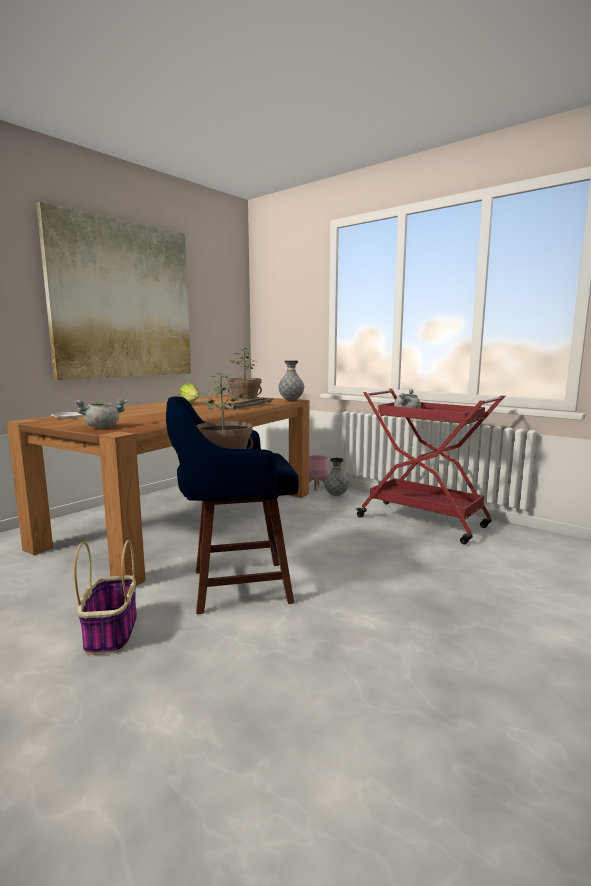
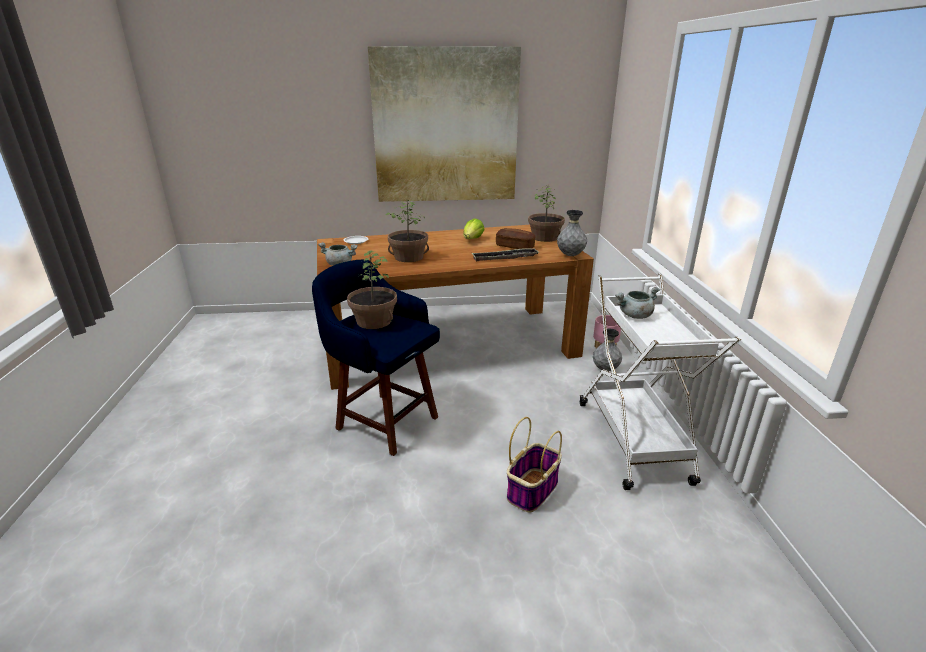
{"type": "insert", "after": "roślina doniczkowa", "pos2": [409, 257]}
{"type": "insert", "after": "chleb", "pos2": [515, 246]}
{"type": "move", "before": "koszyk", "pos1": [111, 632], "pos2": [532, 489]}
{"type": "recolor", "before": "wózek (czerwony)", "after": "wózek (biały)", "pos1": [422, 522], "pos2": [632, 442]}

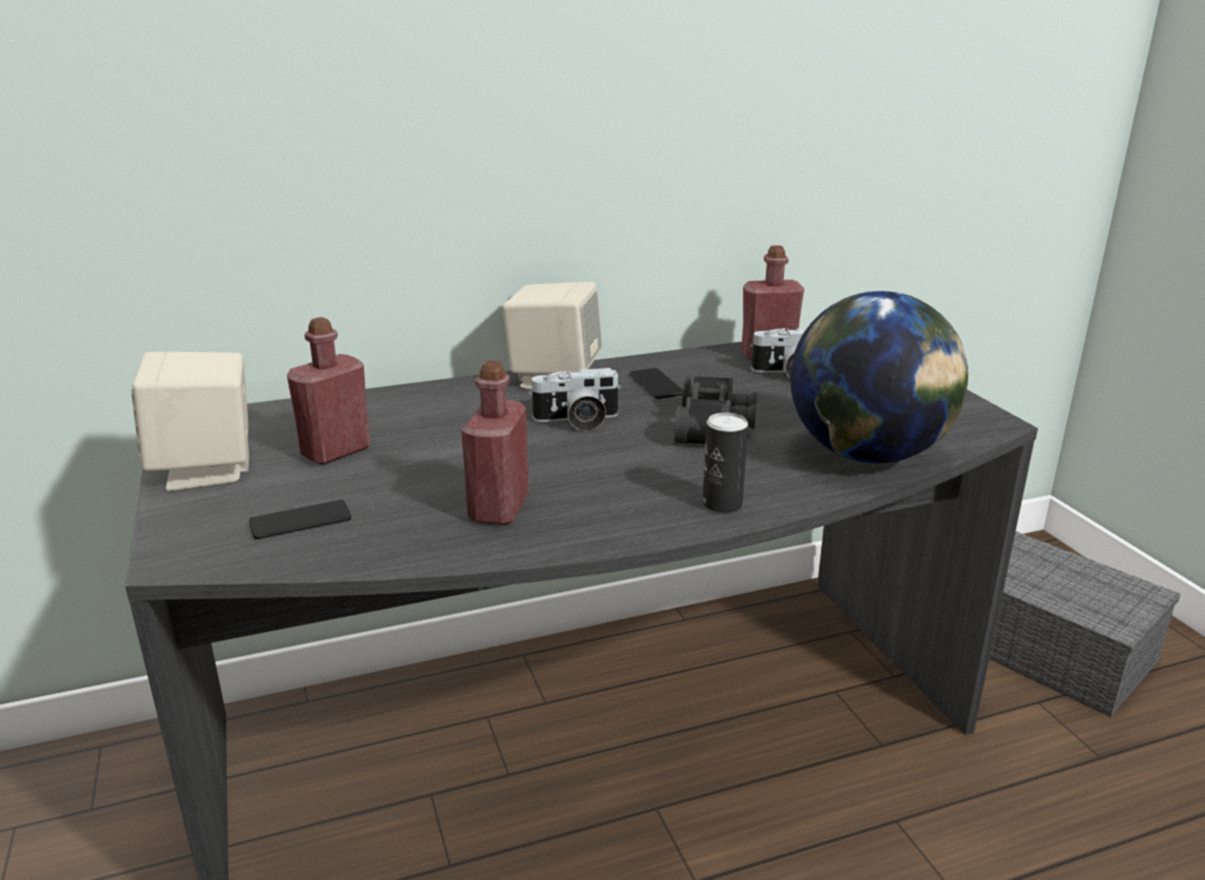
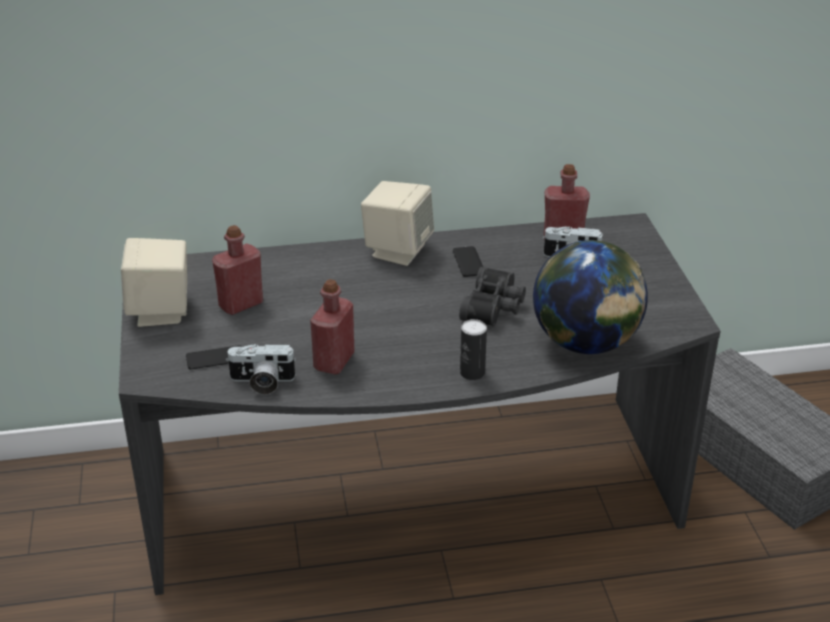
{"type": "move", "before": "aparat fotograficzny", "pos1": [577, 421], "pos2": [261, 382]}

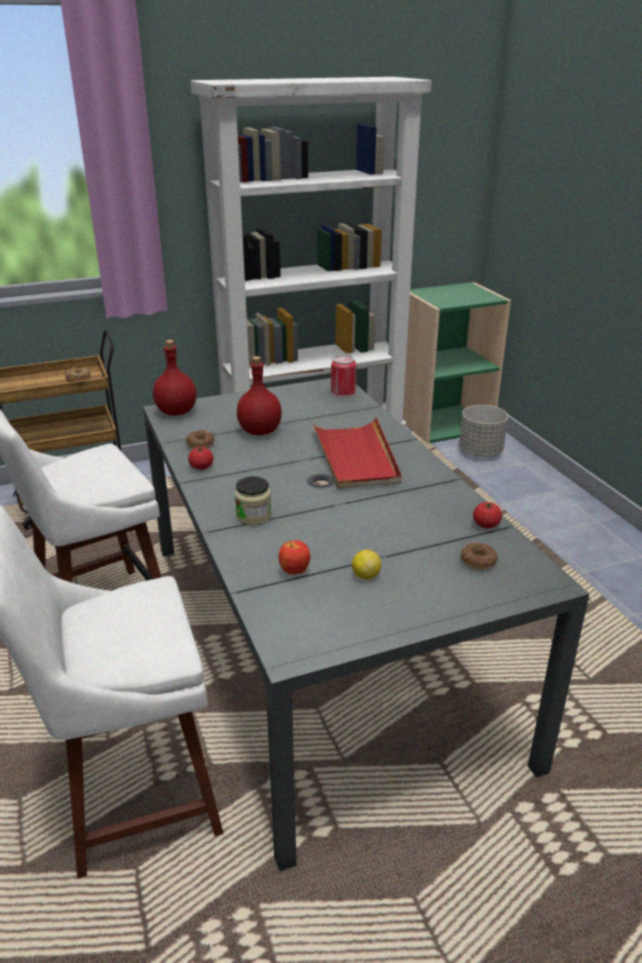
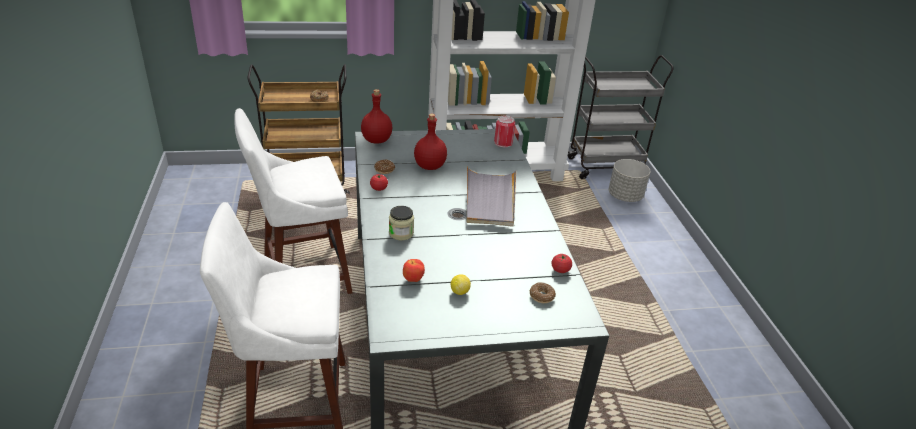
{"type": "replace", "before": "regał (zielony)", "after": "wózek (szary)", "pos1": [445, 423], "pos2": [605, 167]}
{"type": "recolor", "before": "taca (czerwony)", "after": "taca (szary)", "pos1": [356, 457], "pos2": [490, 199]}

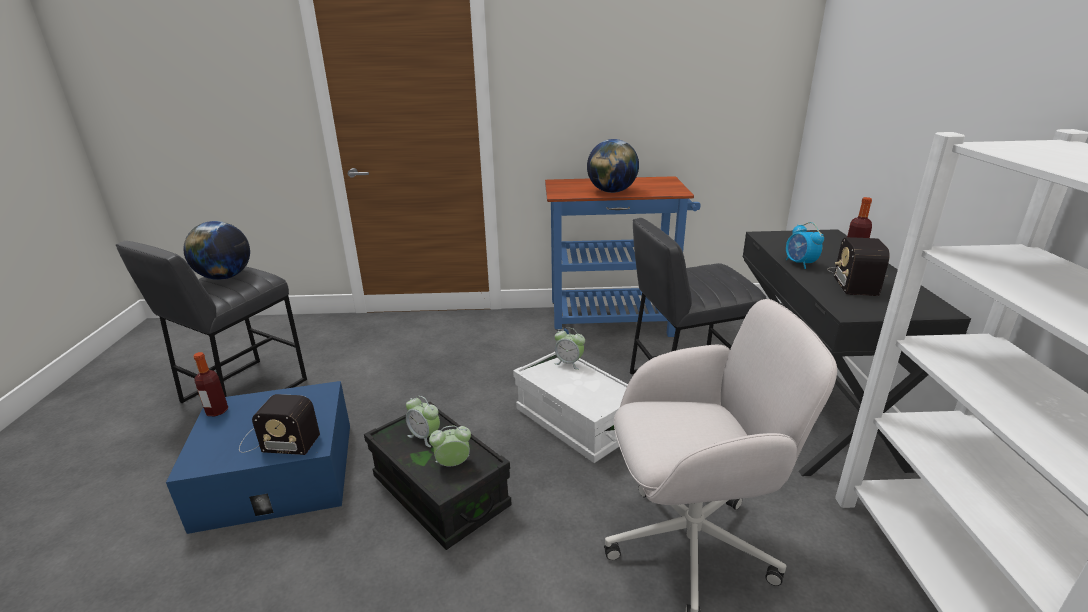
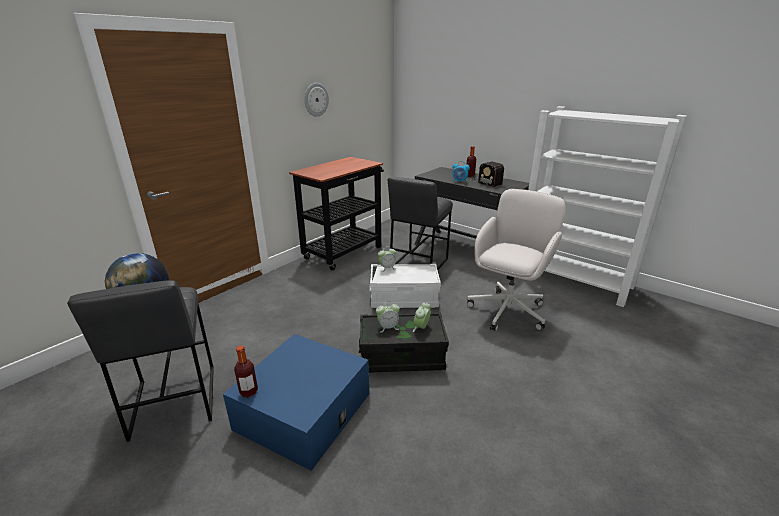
{"type": "delete", "before": "radio", "pos1": [277, 439]}
{"type": "delete", "before": "globus", "pos1": [611, 191]}
{"type": "insert", "after": "zegar ścienny", "pos2": [316, 99]}
{"type": "recolor", "before": "wózek (niebieski)", "after": "wózek (czarny)", "pos1": [613, 322], "pos2": [344, 252]}

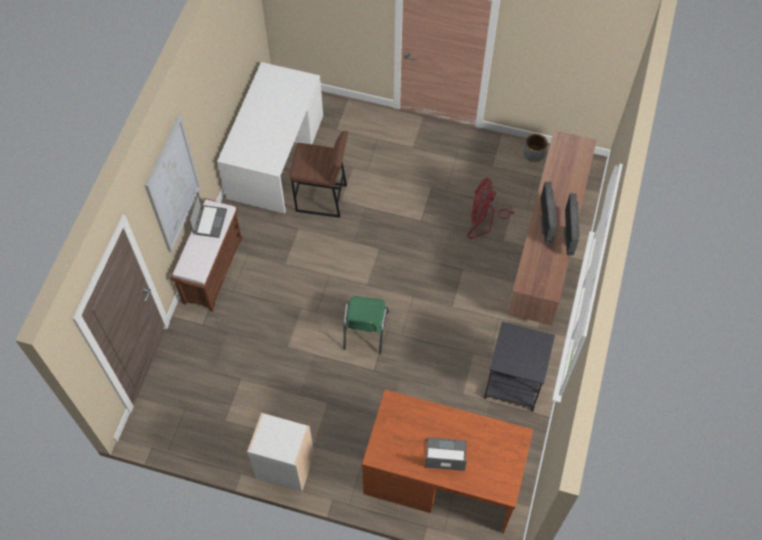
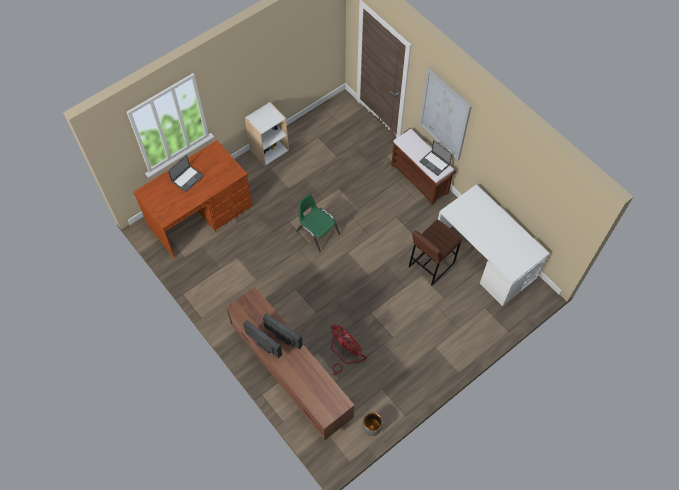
{"type": "delete", "before": "wózek (czarny)", "pos1": [513, 383]}

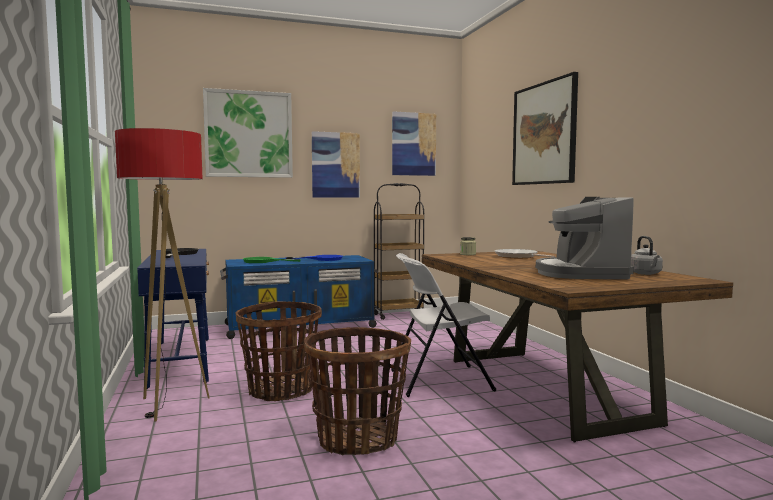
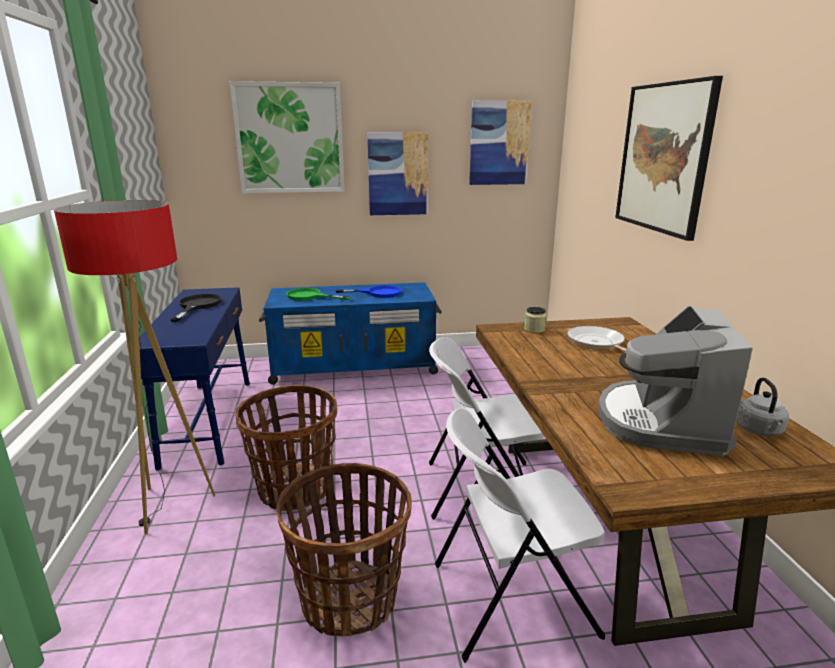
{"type": "delete", "before": "wózek (brązowy)", "pos1": [399, 315]}
{"type": "insert", "after": "krzesło (biały)", "pos2": [512, 598]}

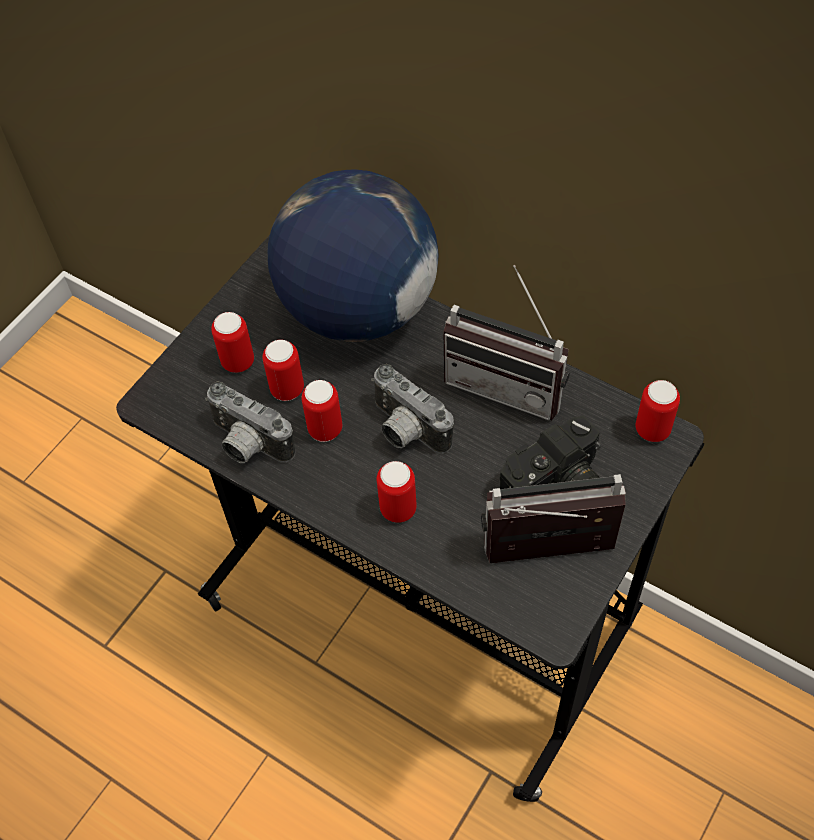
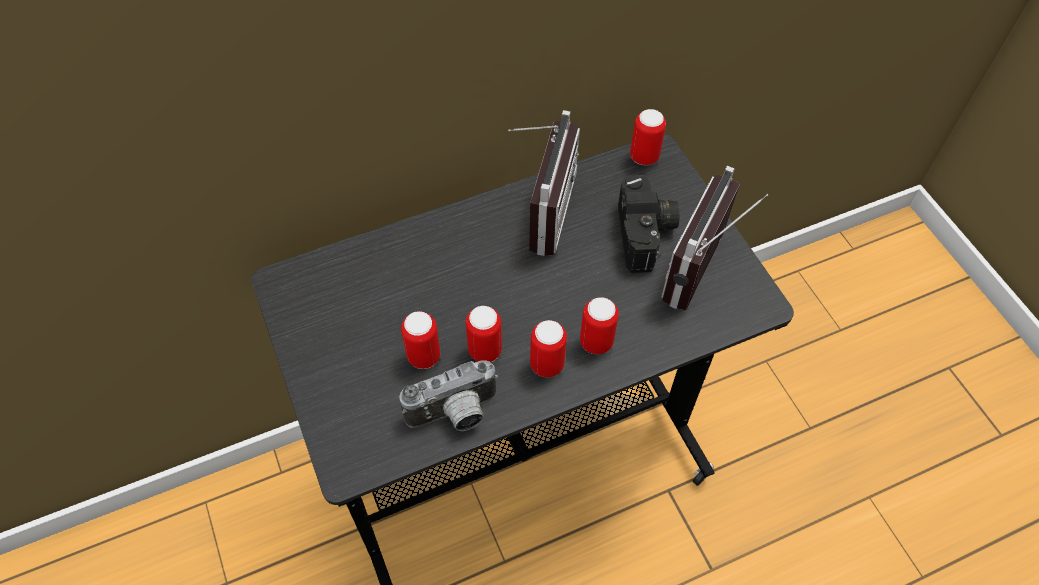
{"type": "delete", "before": "globus", "pos1": [358, 309]}
{"type": "delete", "before": "aparat fotograficzny", "pos1": [405, 431]}
{"type": "move", "before": "puszka", "pos1": [238, 362], "pos2": [547, 364]}
{"type": "rotate", "before": "radio", "pos1": [509, 382], "pos2": [539, 210], "turn": -45}

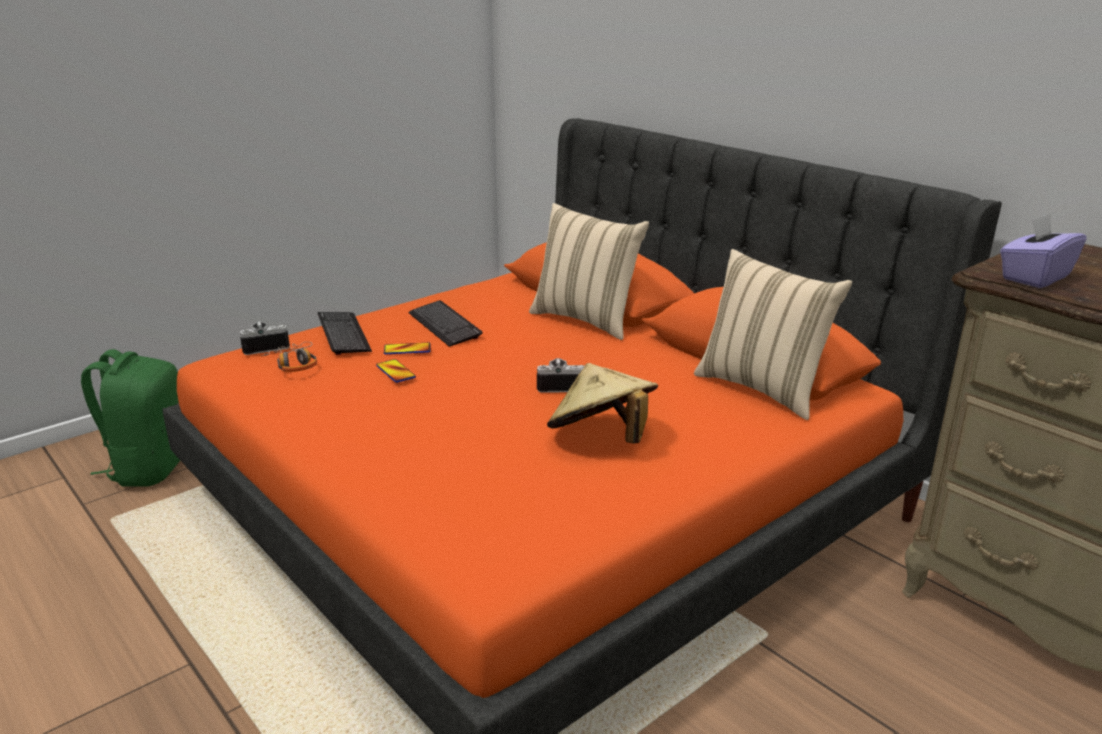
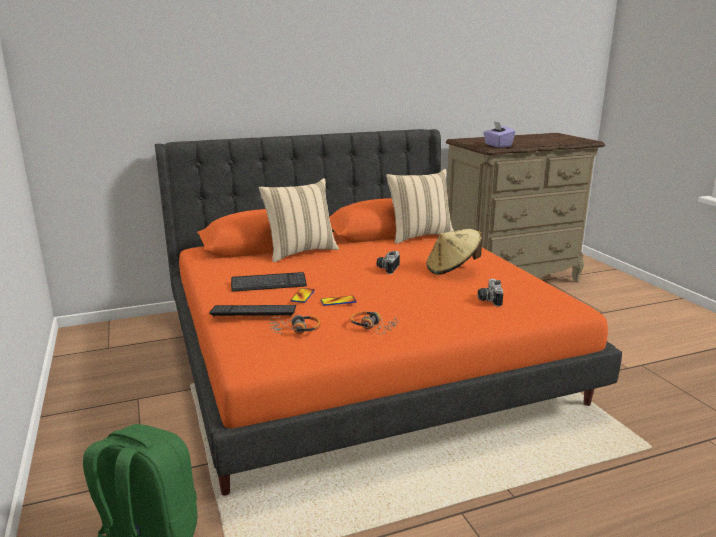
{"type": "insert", "after": "słuchawki", "pos2": [373, 327]}
{"type": "move", "before": "aparat fotograficzny", "pos1": [265, 346], "pos2": [488, 300]}

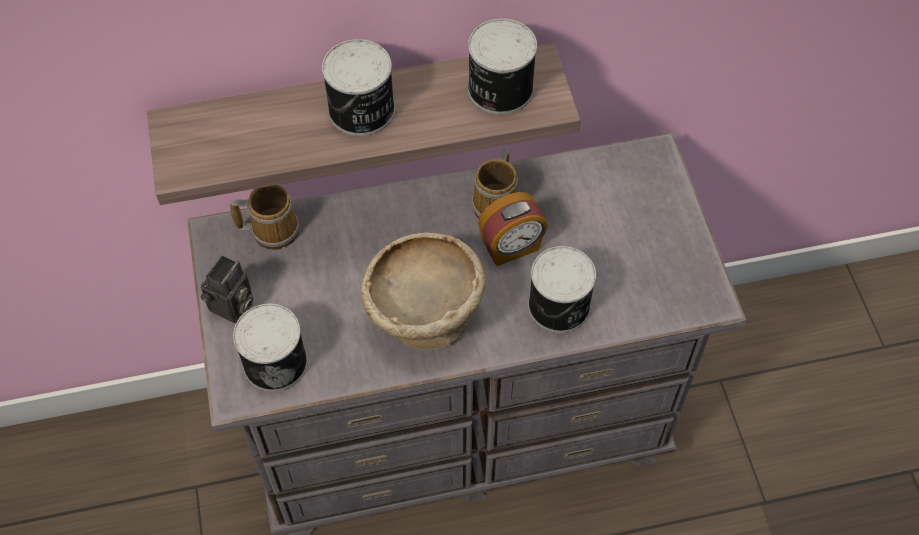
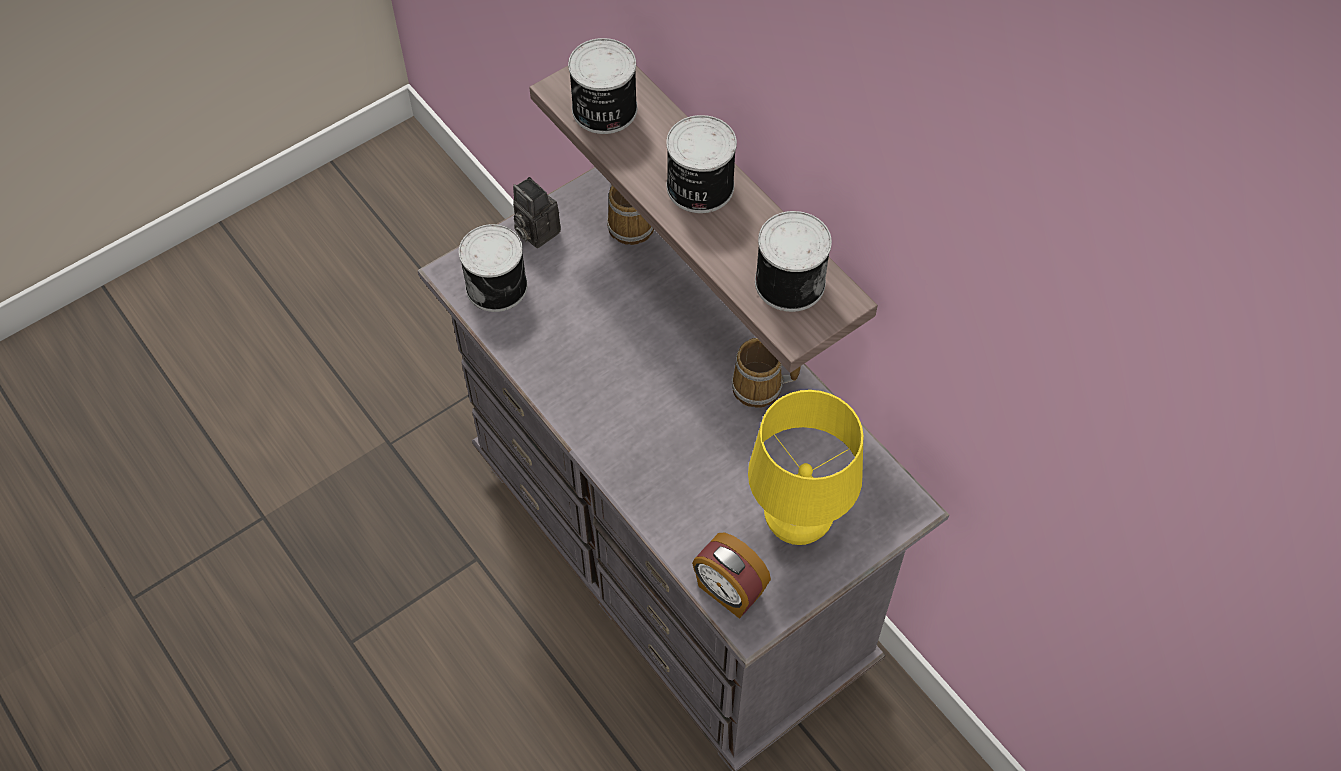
{"type": "delete", "before": "miska (beżowy)", "pos1": [423, 318]}
{"type": "insert", "after": "lampa stołowa (żółty)", "pos2": [797, 523]}
{"type": "move", "before": "budzik", "pos1": [511, 247], "pos2": [729, 591]}
{"type": "move", "before": "puszka", "pos1": [560, 306], "pos2": [603, 110]}
{"type": "rotate", "before": "aparat fotograficzny", "pos1": [232, 307], "pos2": [535, 231], "turn": 45}

